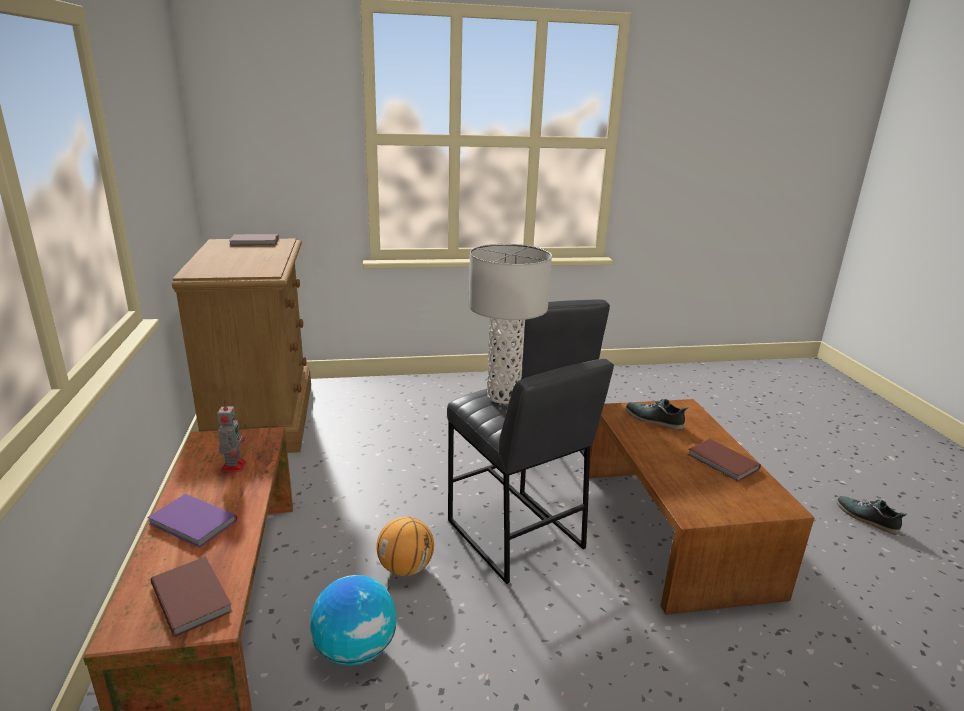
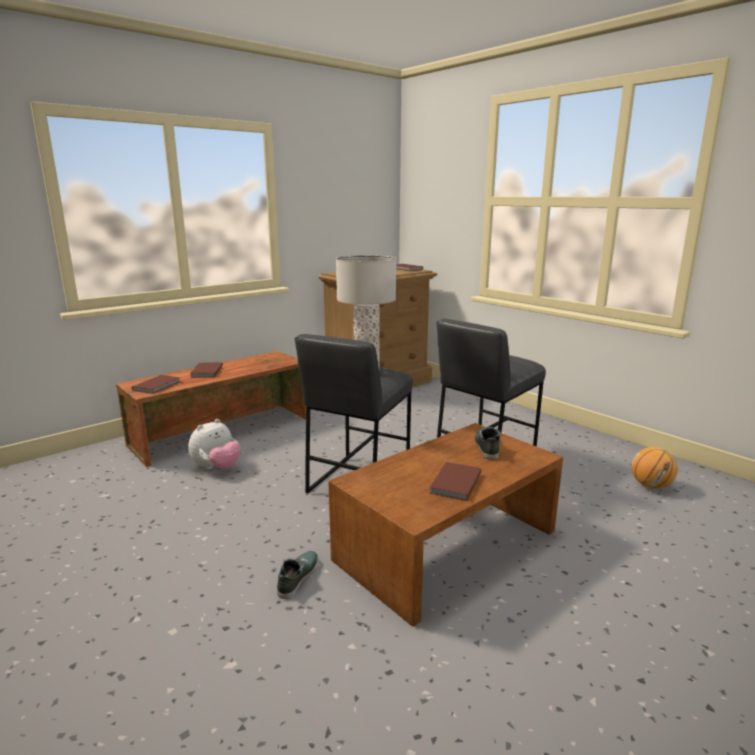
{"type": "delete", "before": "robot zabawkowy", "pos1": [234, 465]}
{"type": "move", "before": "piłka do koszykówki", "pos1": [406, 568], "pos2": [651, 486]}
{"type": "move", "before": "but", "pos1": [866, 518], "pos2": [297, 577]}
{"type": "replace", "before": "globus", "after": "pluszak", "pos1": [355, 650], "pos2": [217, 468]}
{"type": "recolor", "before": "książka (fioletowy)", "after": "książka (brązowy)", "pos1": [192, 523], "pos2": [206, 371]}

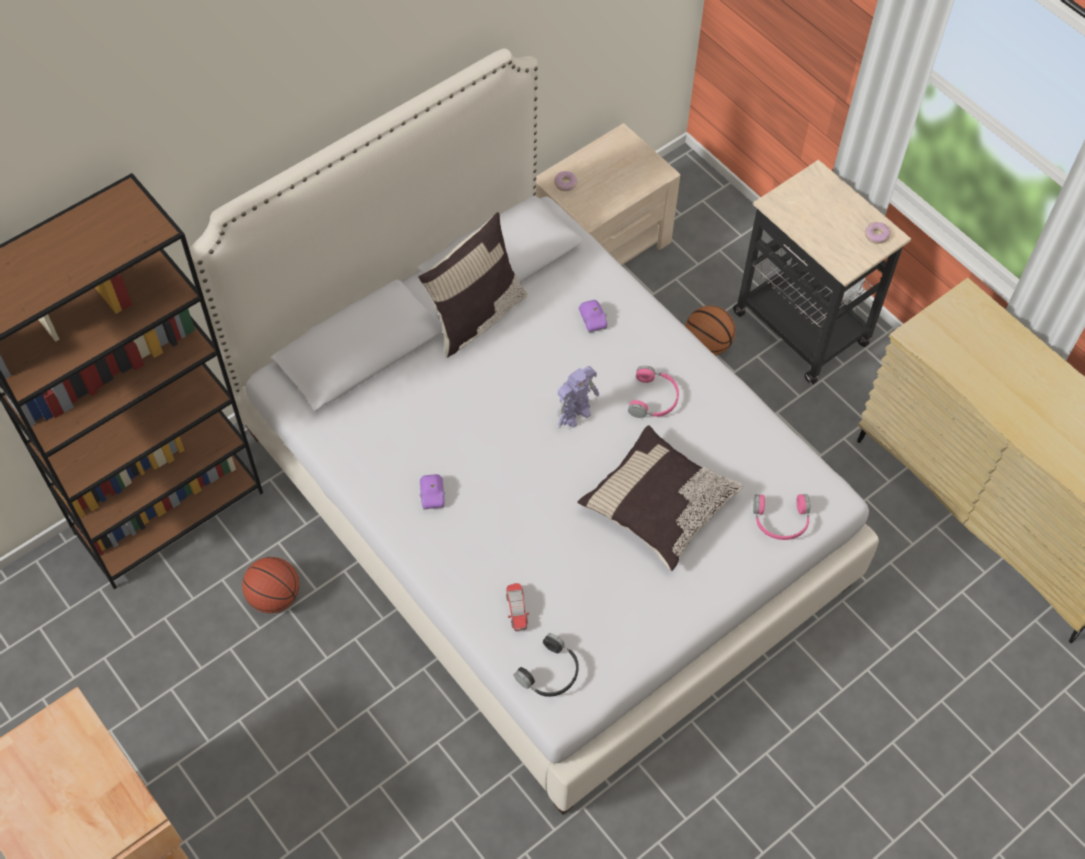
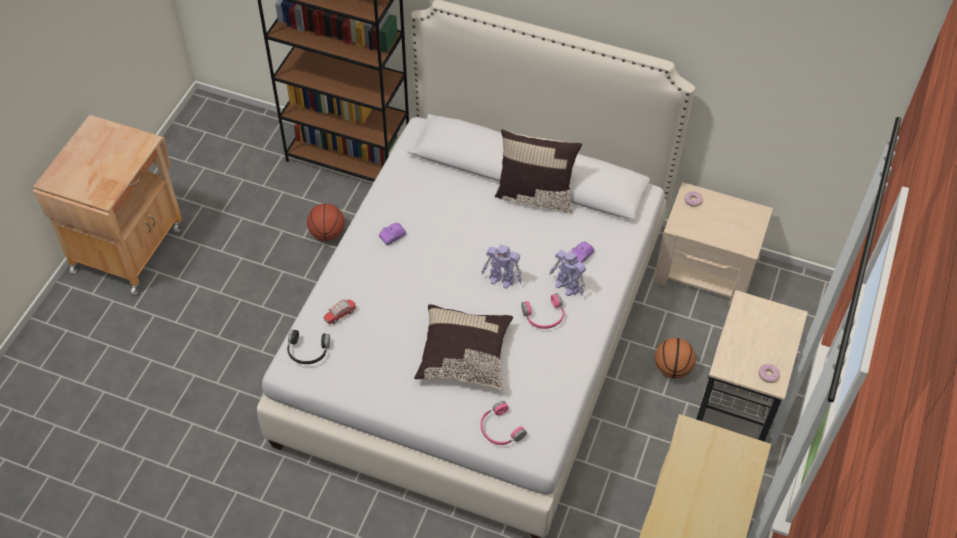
{"type": "insert", "after": "robot zabawkowy", "pos2": [567, 287]}

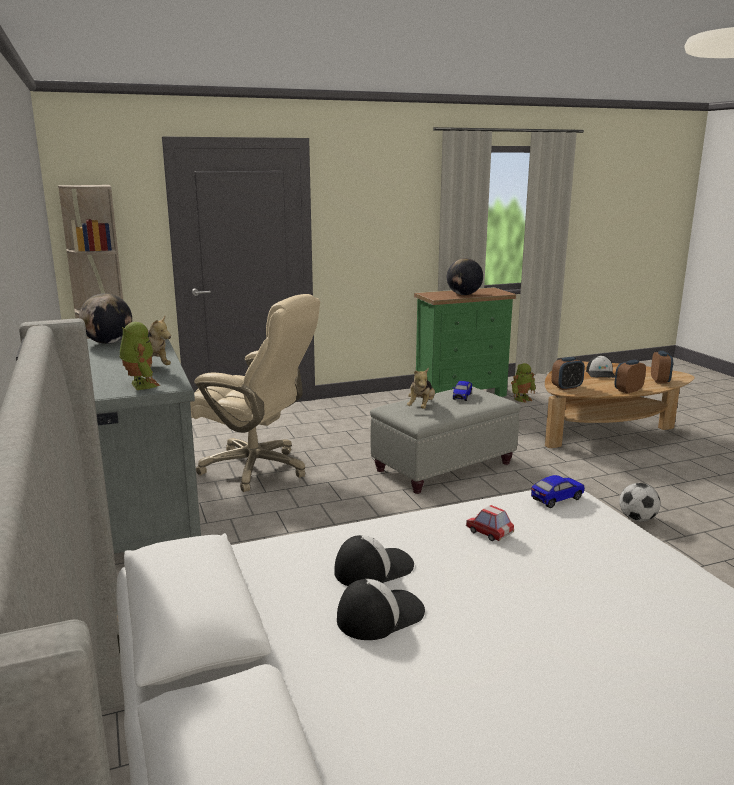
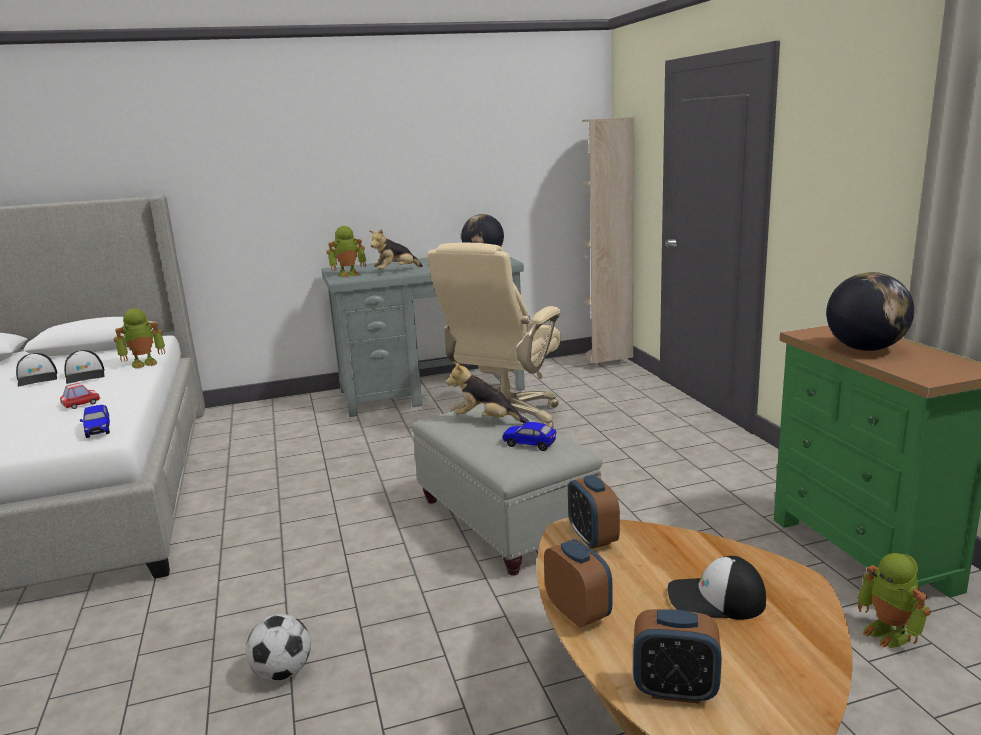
{"type": "insert", "after": "robot zabawkowy", "pos2": [144, 363]}

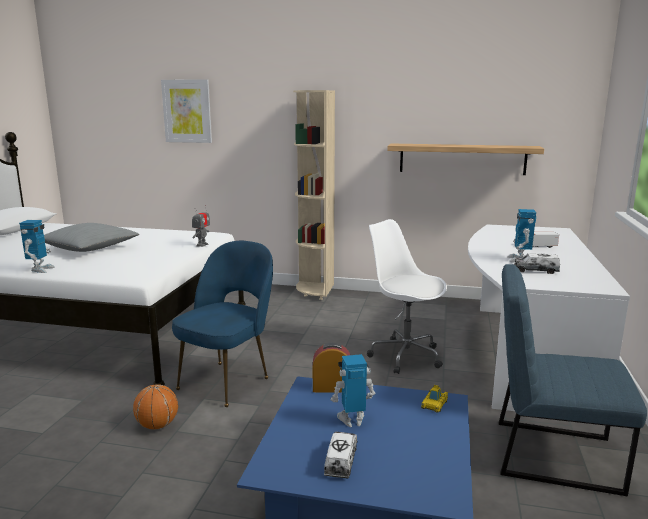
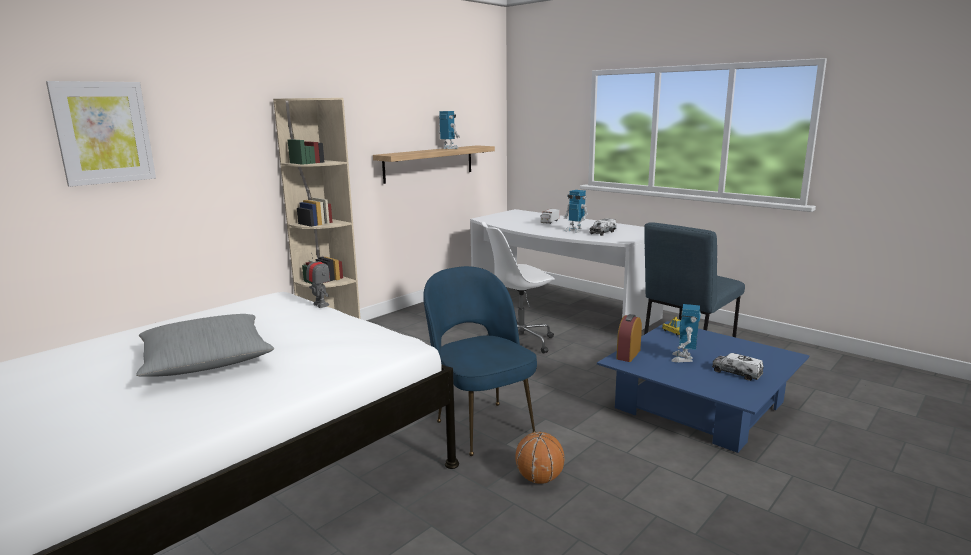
{"type": "move", "before": "robot zabawkowy", "pos1": [40, 269], "pos2": [449, 148]}

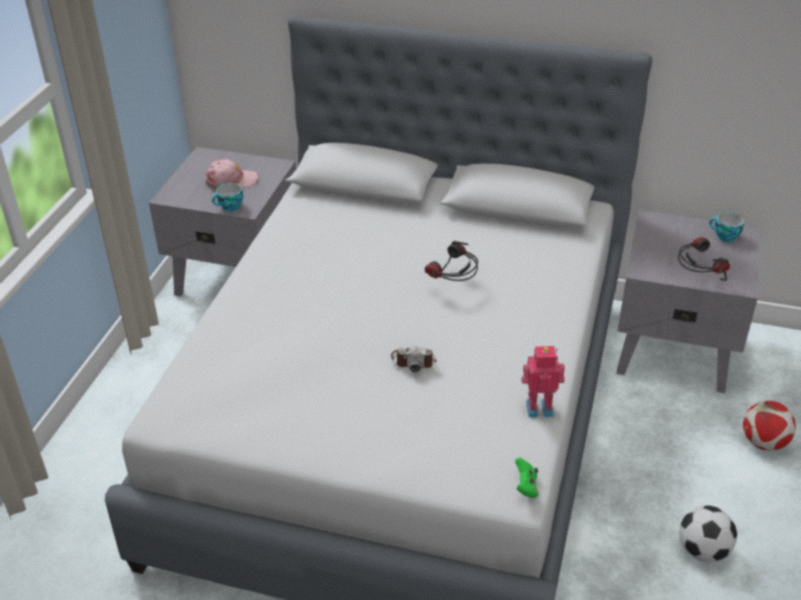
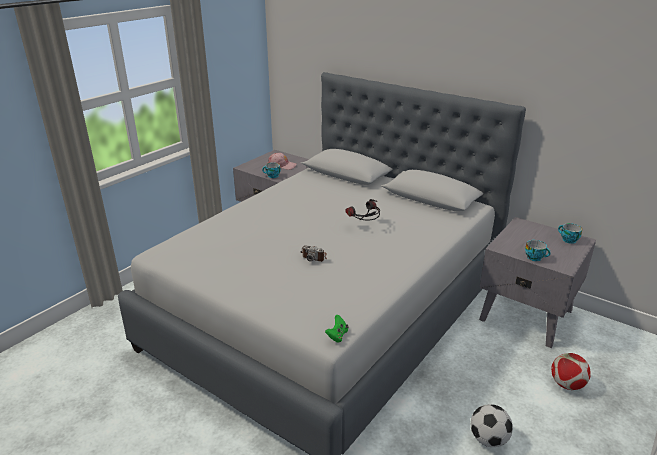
{"type": "delete", "before": "robot zabawkowy", "pos1": [539, 407]}
{"type": "replace", "before": "słuchawki", "after": "filiżanka", "pos1": [697, 278], "pos2": [535, 258]}

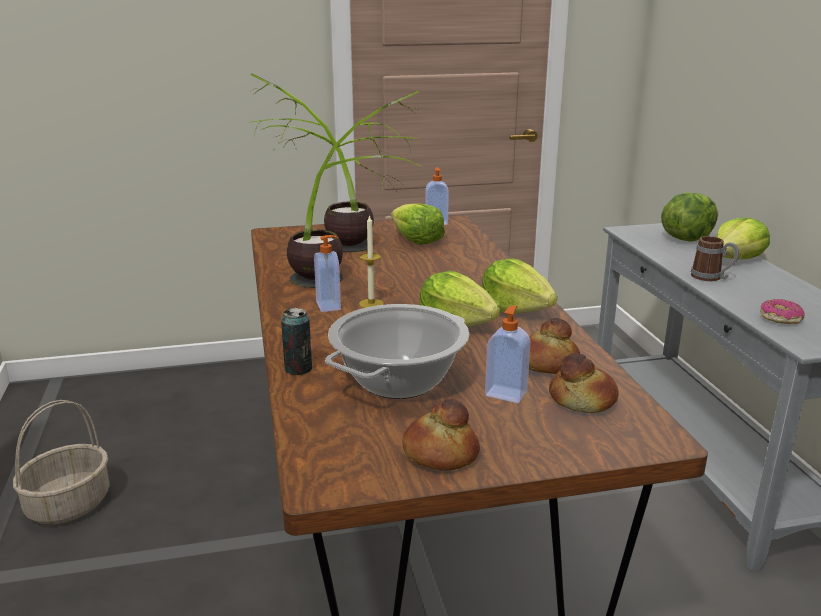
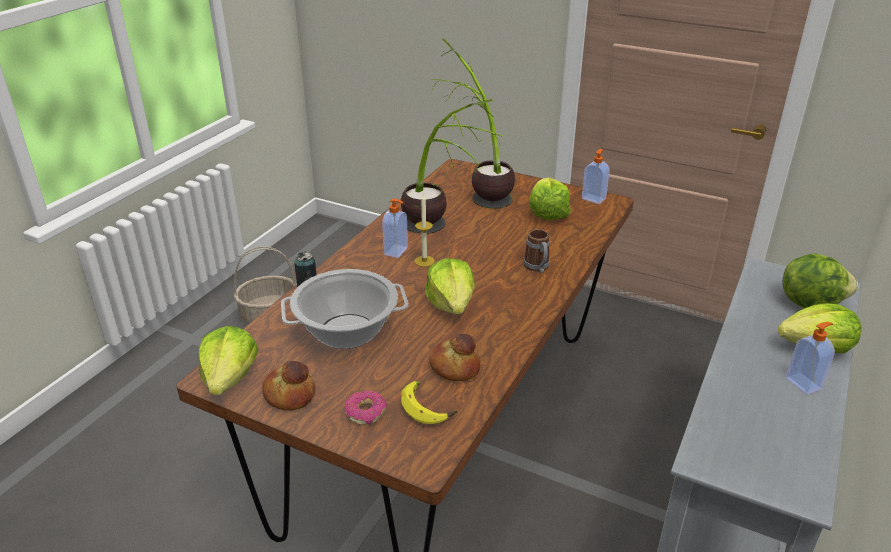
{"type": "move", "before": "sałata", "pos1": [516, 309], "pos2": [230, 378]}
{"type": "move", "before": "dozownik mydła", "pos1": [506, 393], "pos2": [804, 383]}
{"type": "move", "before": "kubek", "pos1": [711, 278], "pos2": [538, 268]}
{"type": "move", "before": "donut", "pos1": [780, 318], "pos2": [366, 412]}
{"type": "replace", "before": "chleb", "after": "banan", "pos1": [582, 401], "pos2": [428, 407]}

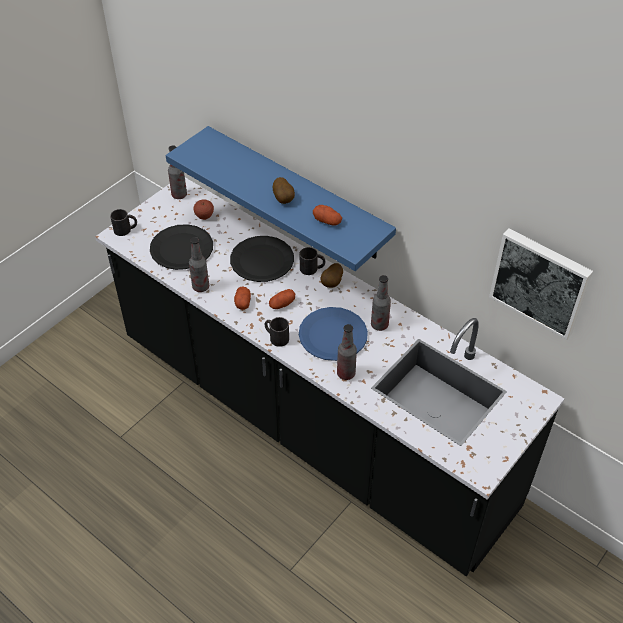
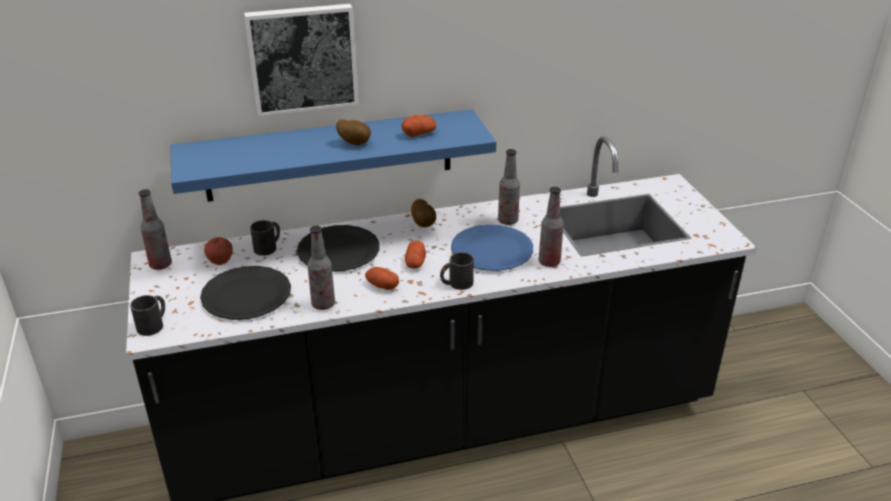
{"type": "move", "before": "kubek (czarny)", "pos1": [312, 268], "pos2": [268, 247]}
{"type": "move", "before": "obraz", "pos1": [540, 281], "pos2": [302, 58]}

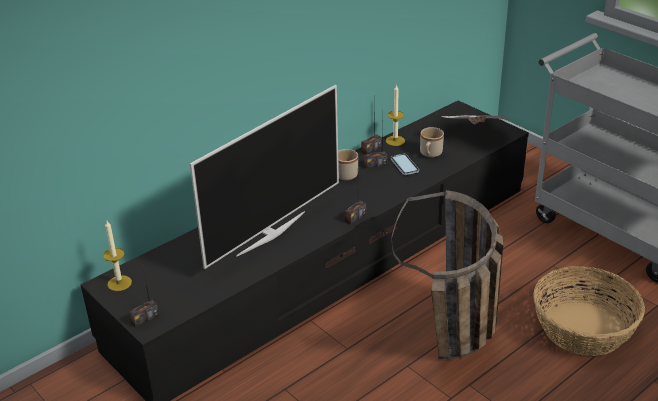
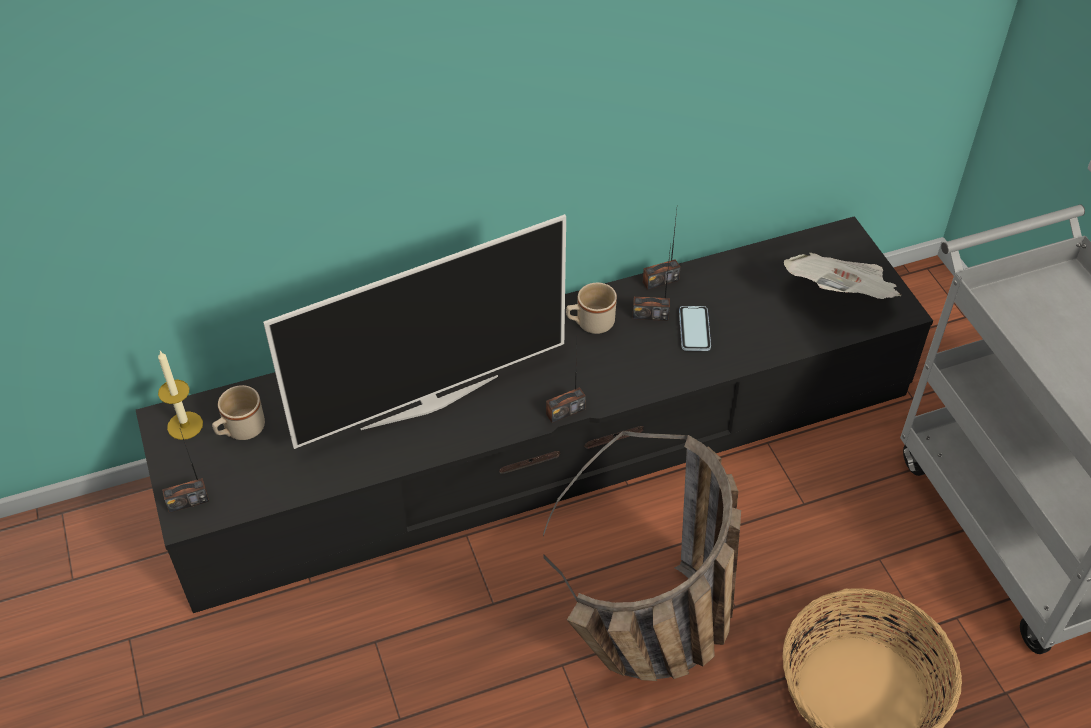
{"type": "delete", "before": "świeca", "pos1": [395, 141]}
{"type": "move", "before": "kubek (beżowy)", "pos1": [430, 154], "pos2": [240, 430]}

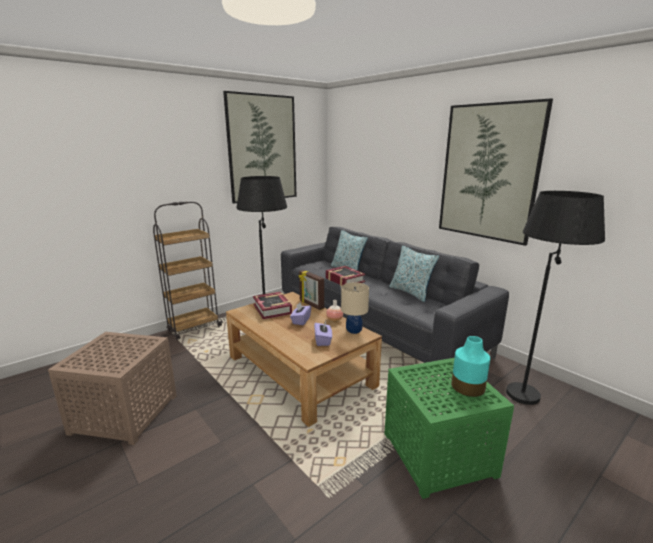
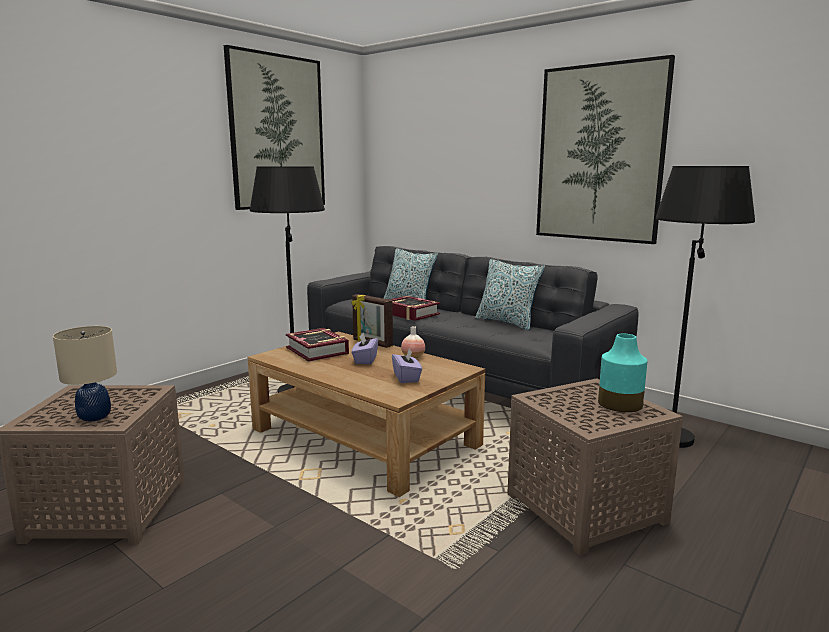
{"type": "delete", "before": "wózek (brązowy)", "pos1": [194, 328]}
{"type": "move", "before": "lampa stołowa (beżowy)", "pos1": [353, 331], "pos2": [93, 418]}
{"type": "recolor", "before": "stolik (zielony)", "after": "stolik (brązowy)", "pos1": [440, 455], "pos2": [588, 509]}

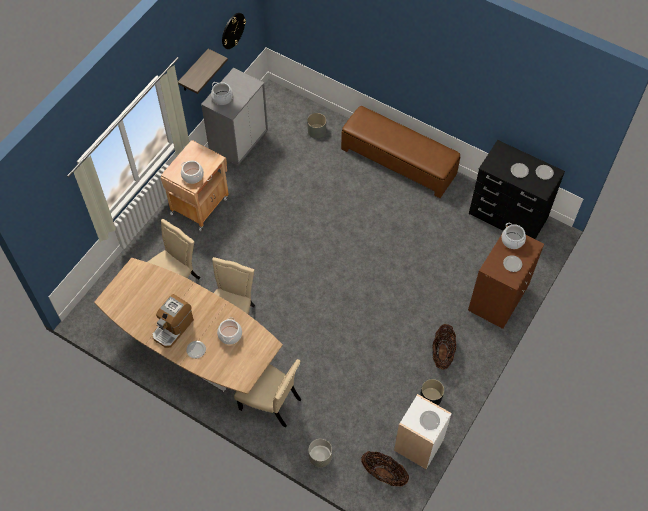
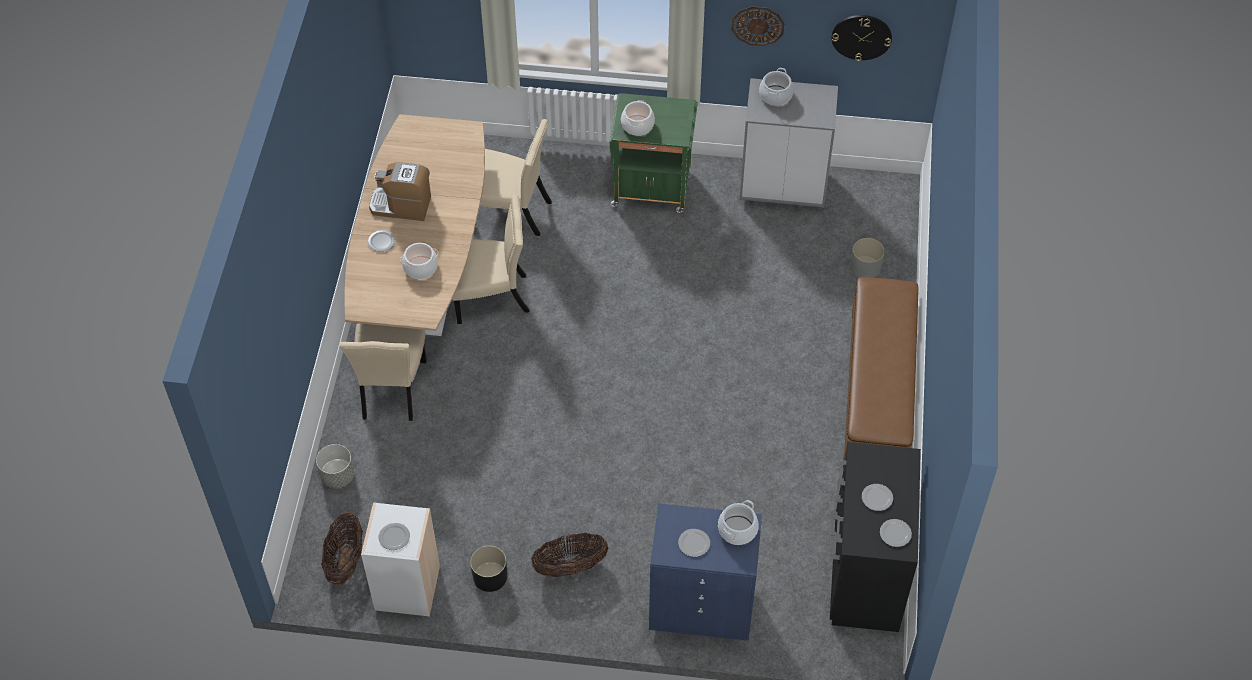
{"type": "replace", "before": "półka", "after": "zegar ścienny", "pos1": [194, 72], "pos2": [757, 25]}
{"type": "recolor", "before": "wózek (brązowy)", "after": "wózek (zielony)", "pos1": [200, 205], "pos2": [653, 188]}
{"type": "recolor", "before": "szafka (brązowy)", "after": "szafka (niebieski)", "pos1": [497, 300], "pos2": [700, 610]}

